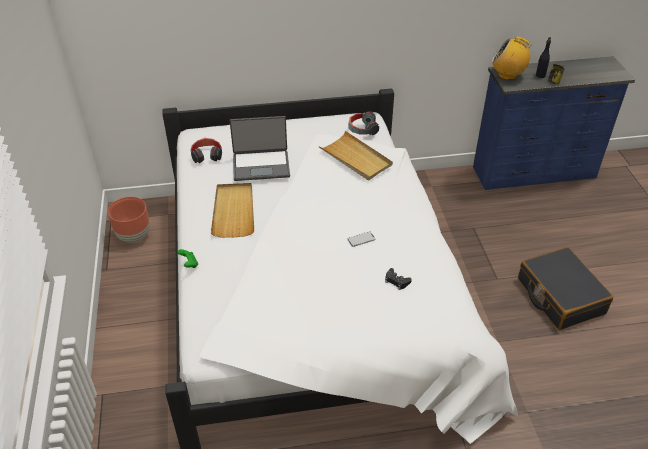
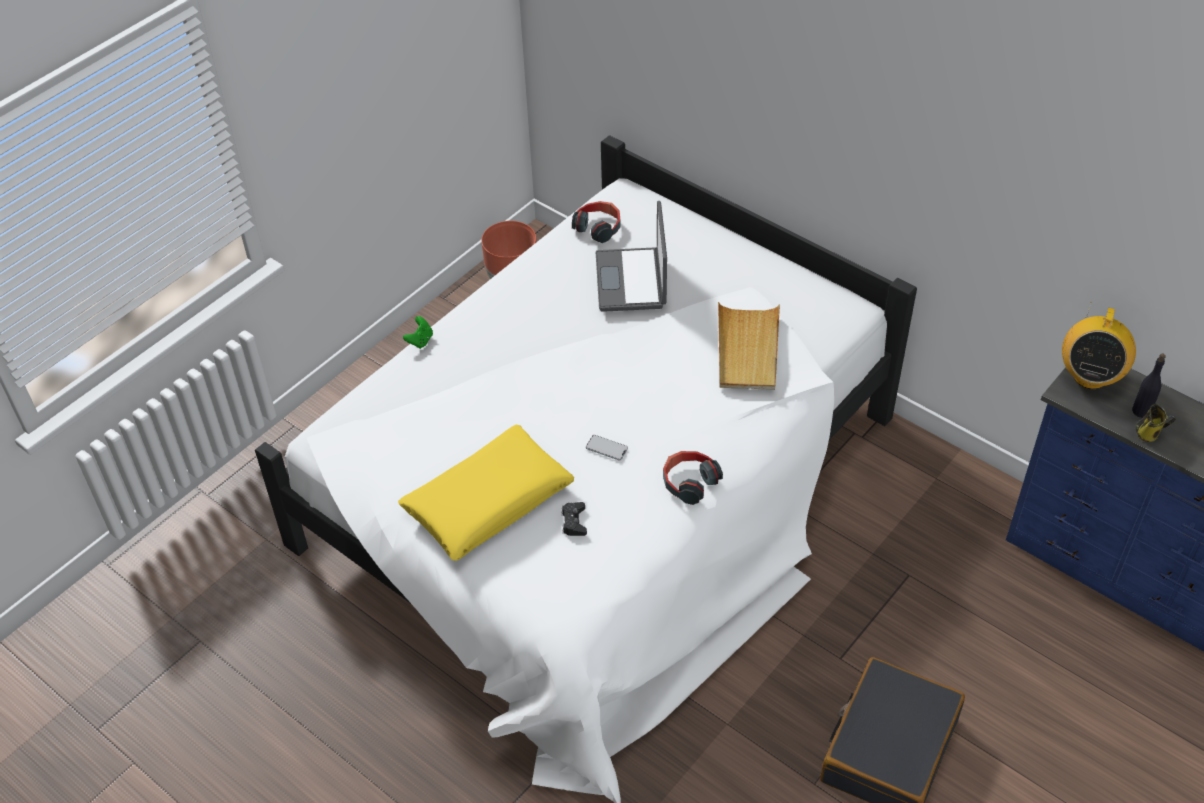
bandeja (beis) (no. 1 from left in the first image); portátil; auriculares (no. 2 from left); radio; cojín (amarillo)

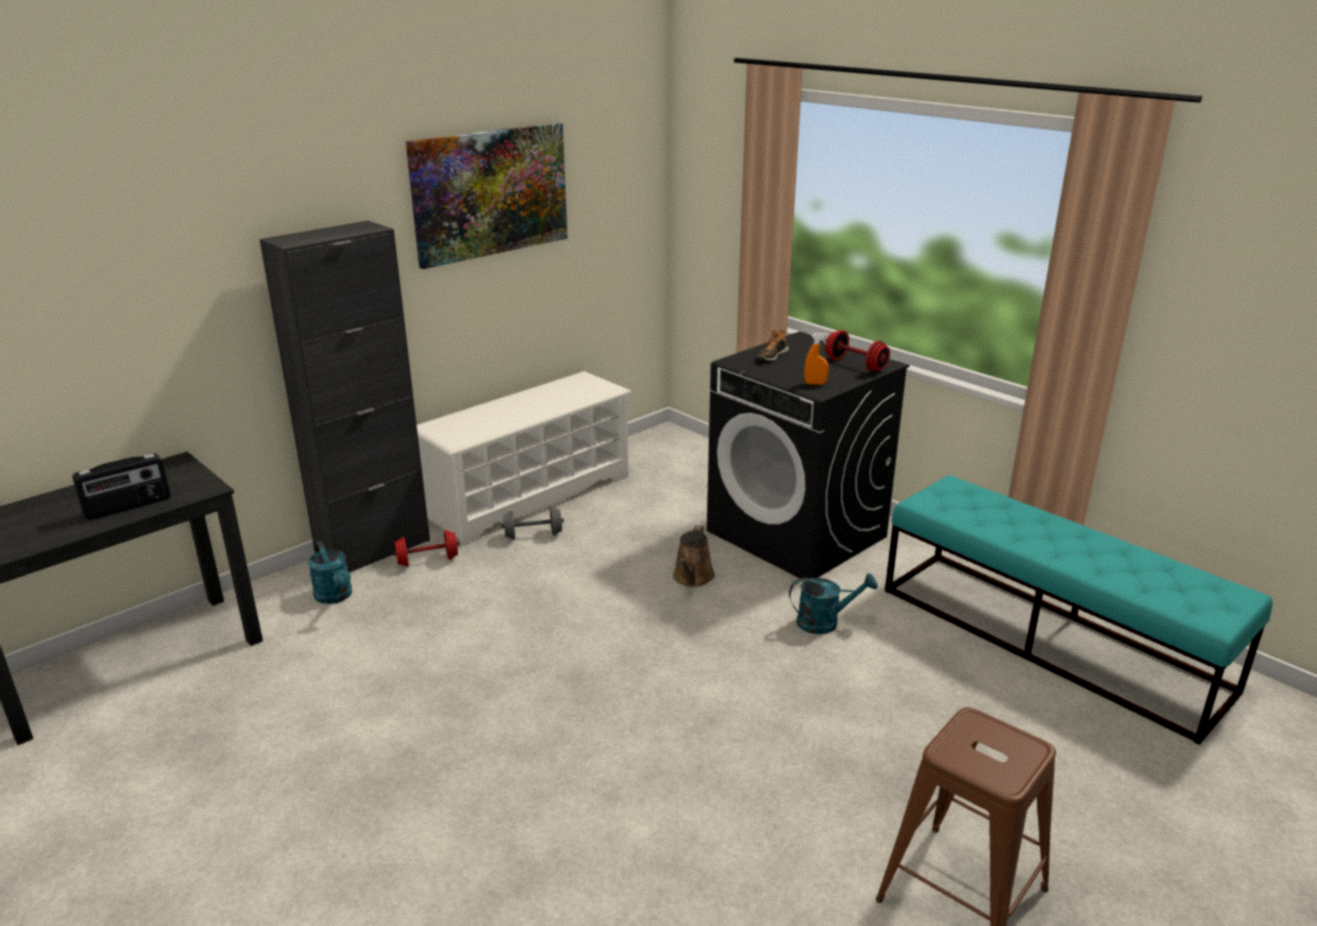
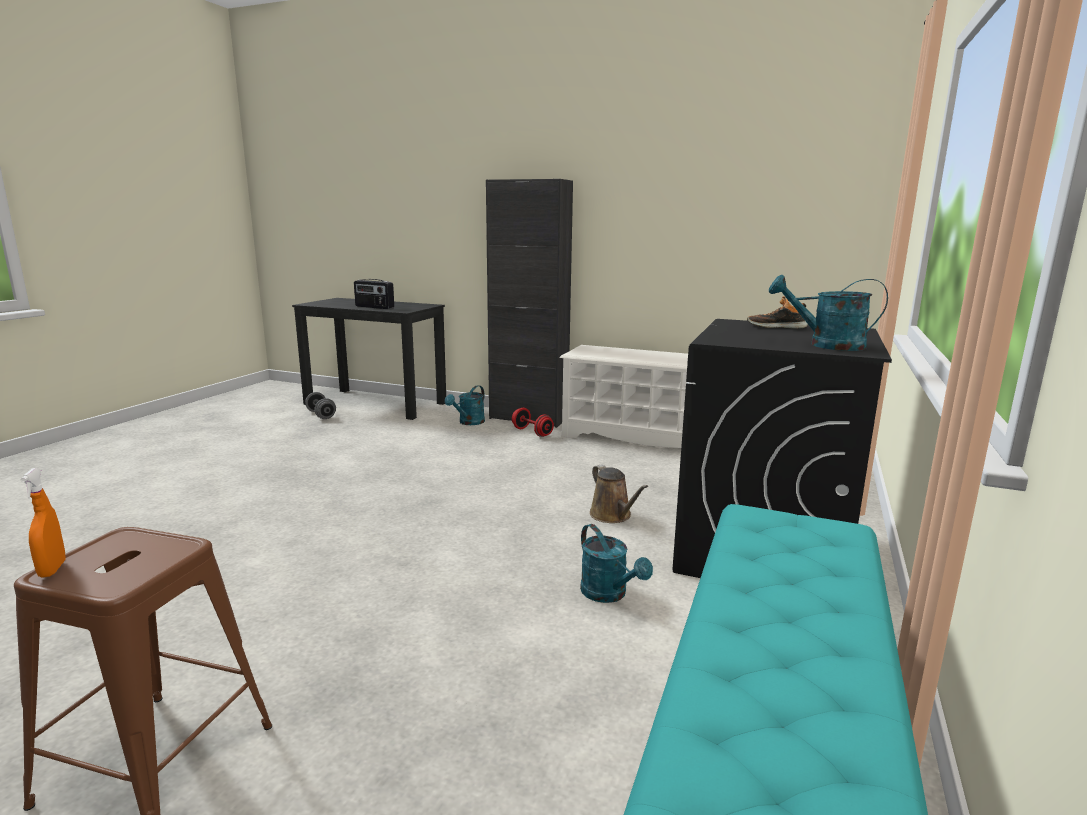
cuadro; mancuerna (gris); regadera (marrón); pulverizador (naranja); regadera (turquesa) (no. 3 from left)

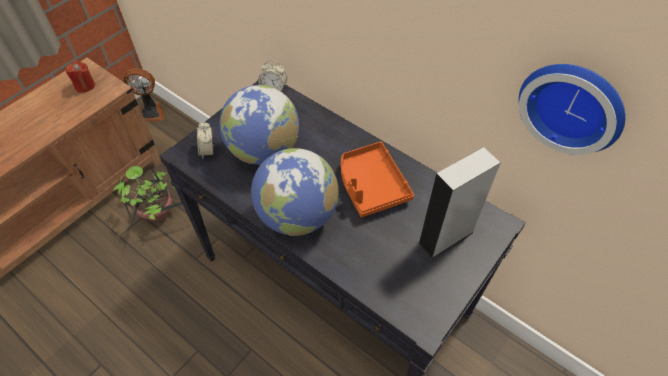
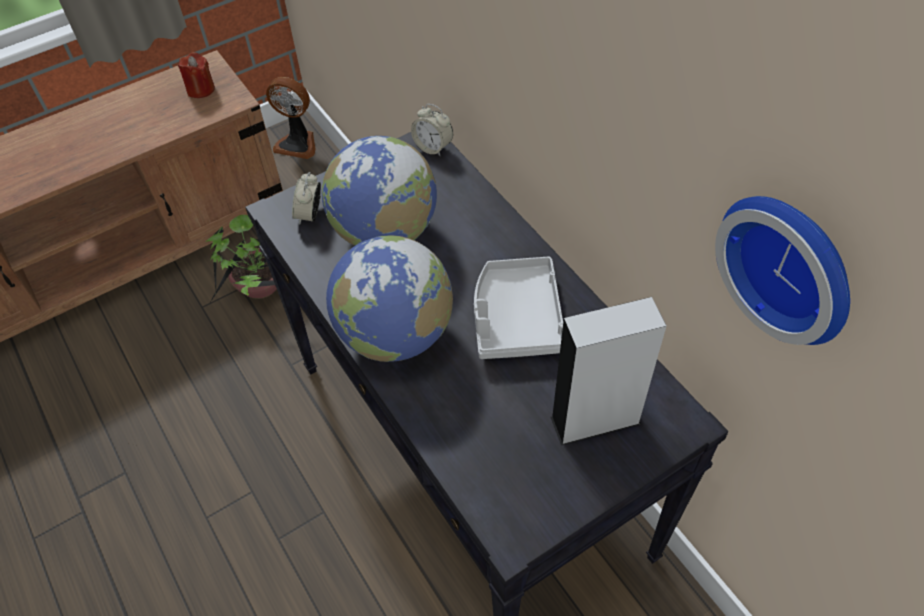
bandeja (gris)

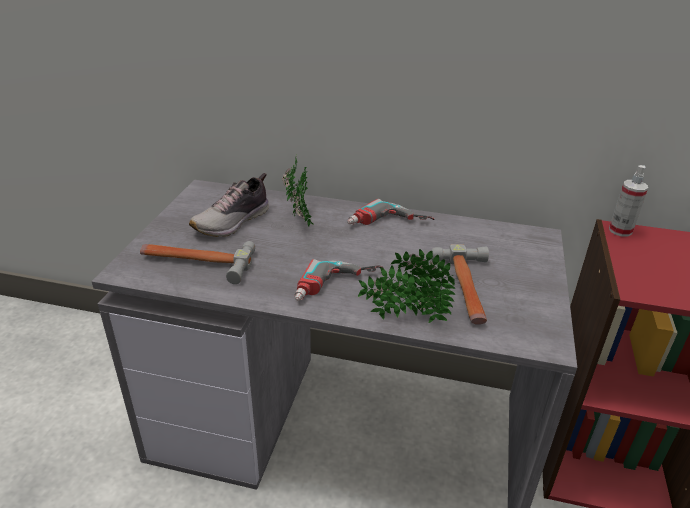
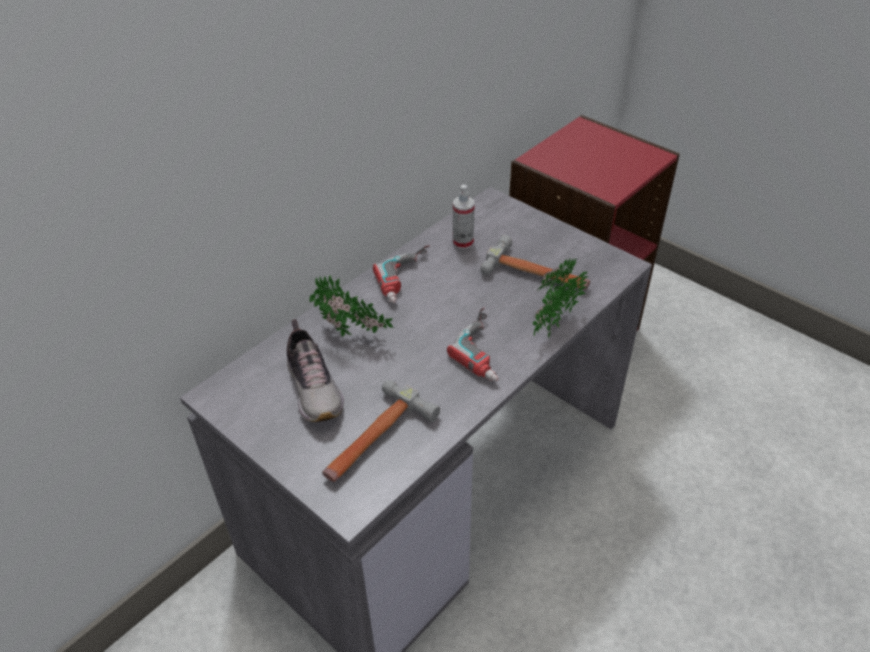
pulverizador

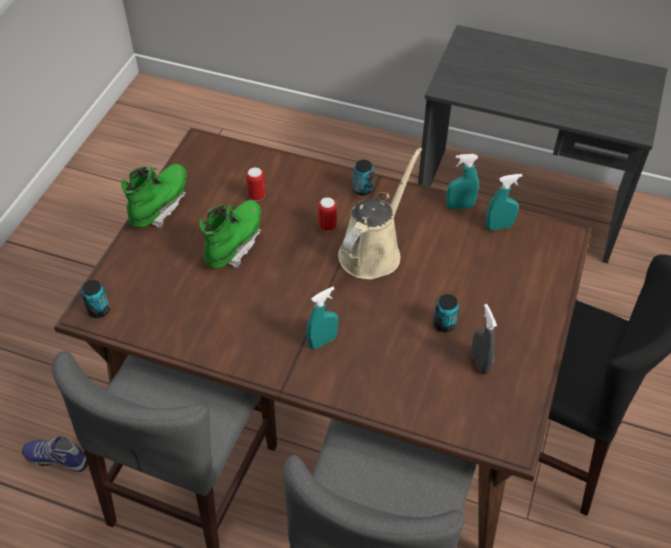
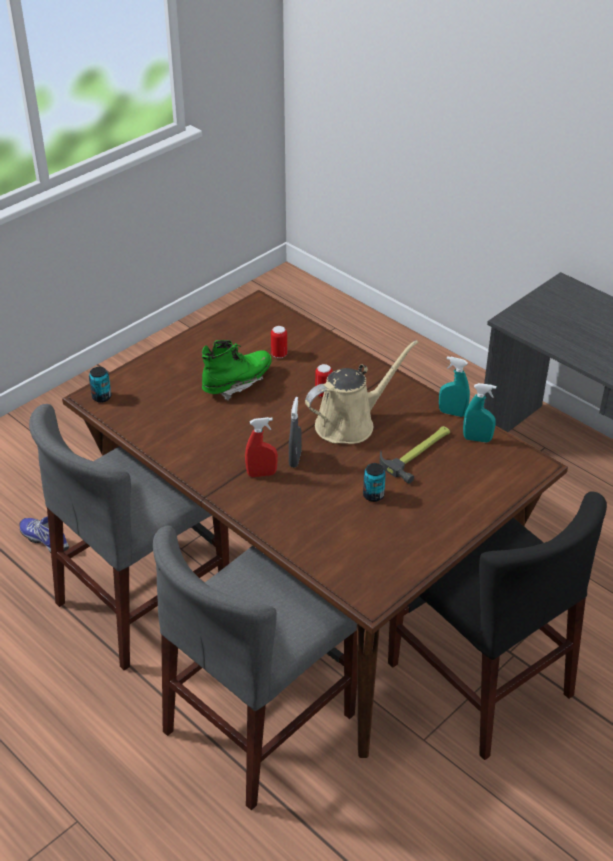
bota (verde) (no. 1 from left in the first image); pulverizador (rojo); lata (no. 4 from left in the first image); pulverizador (gris); martillo

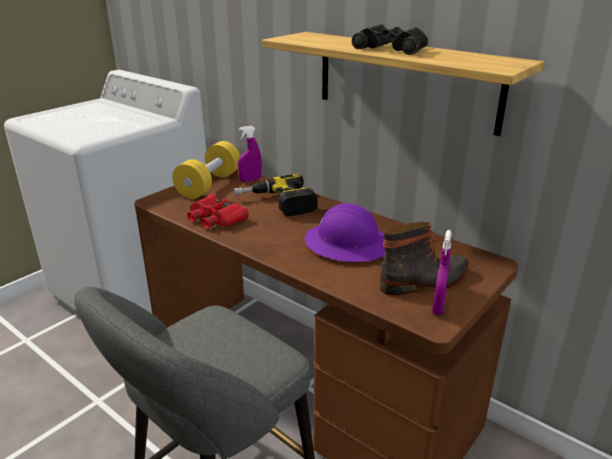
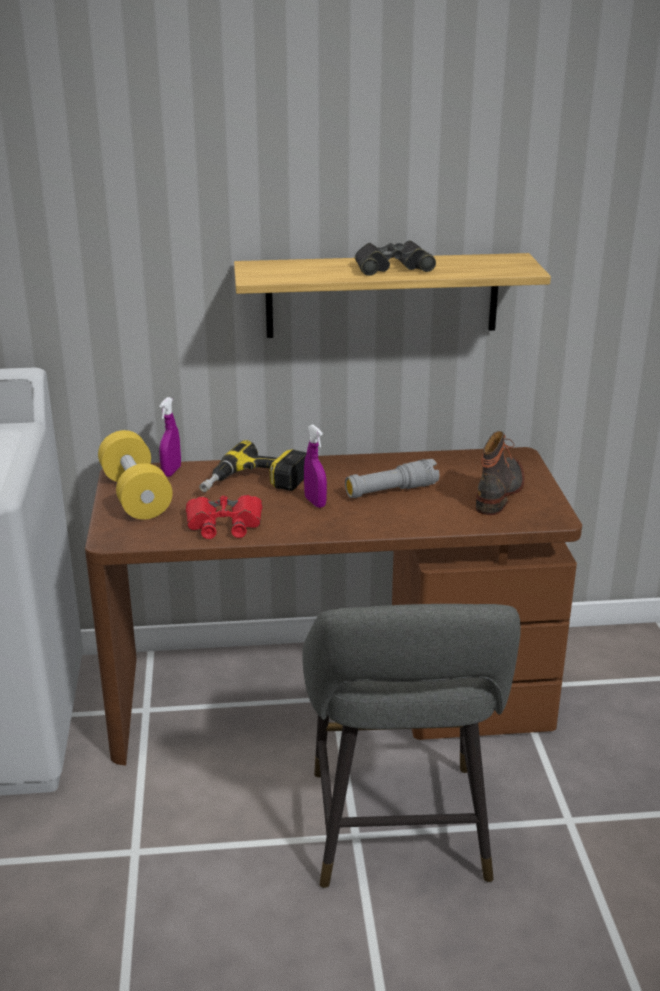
linterna (gris); pulverizador (morado) (no. 2 from left)

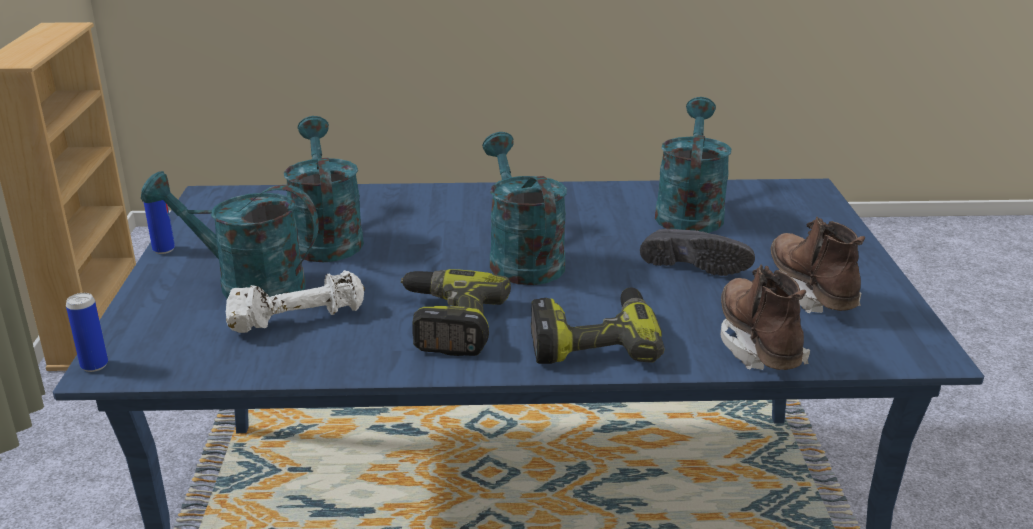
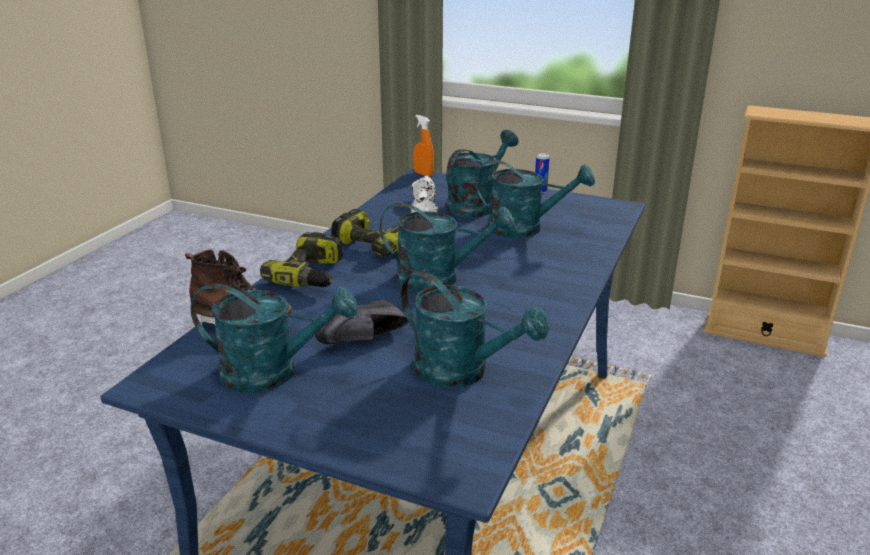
pulverizador (naranja); regadera (turquesa) (no. 1 from left)

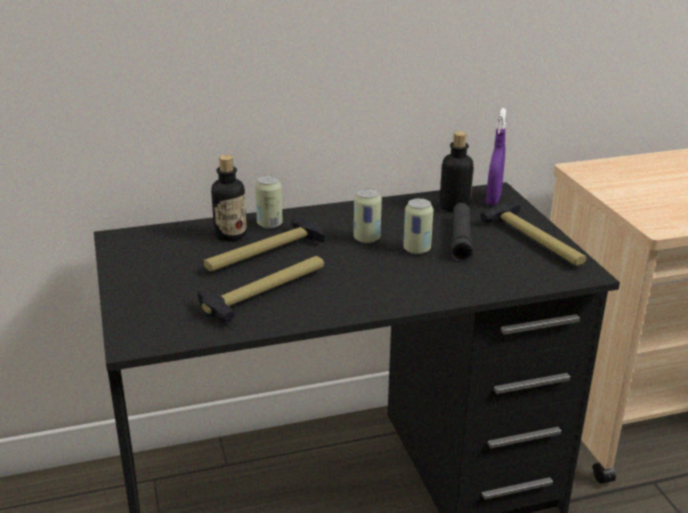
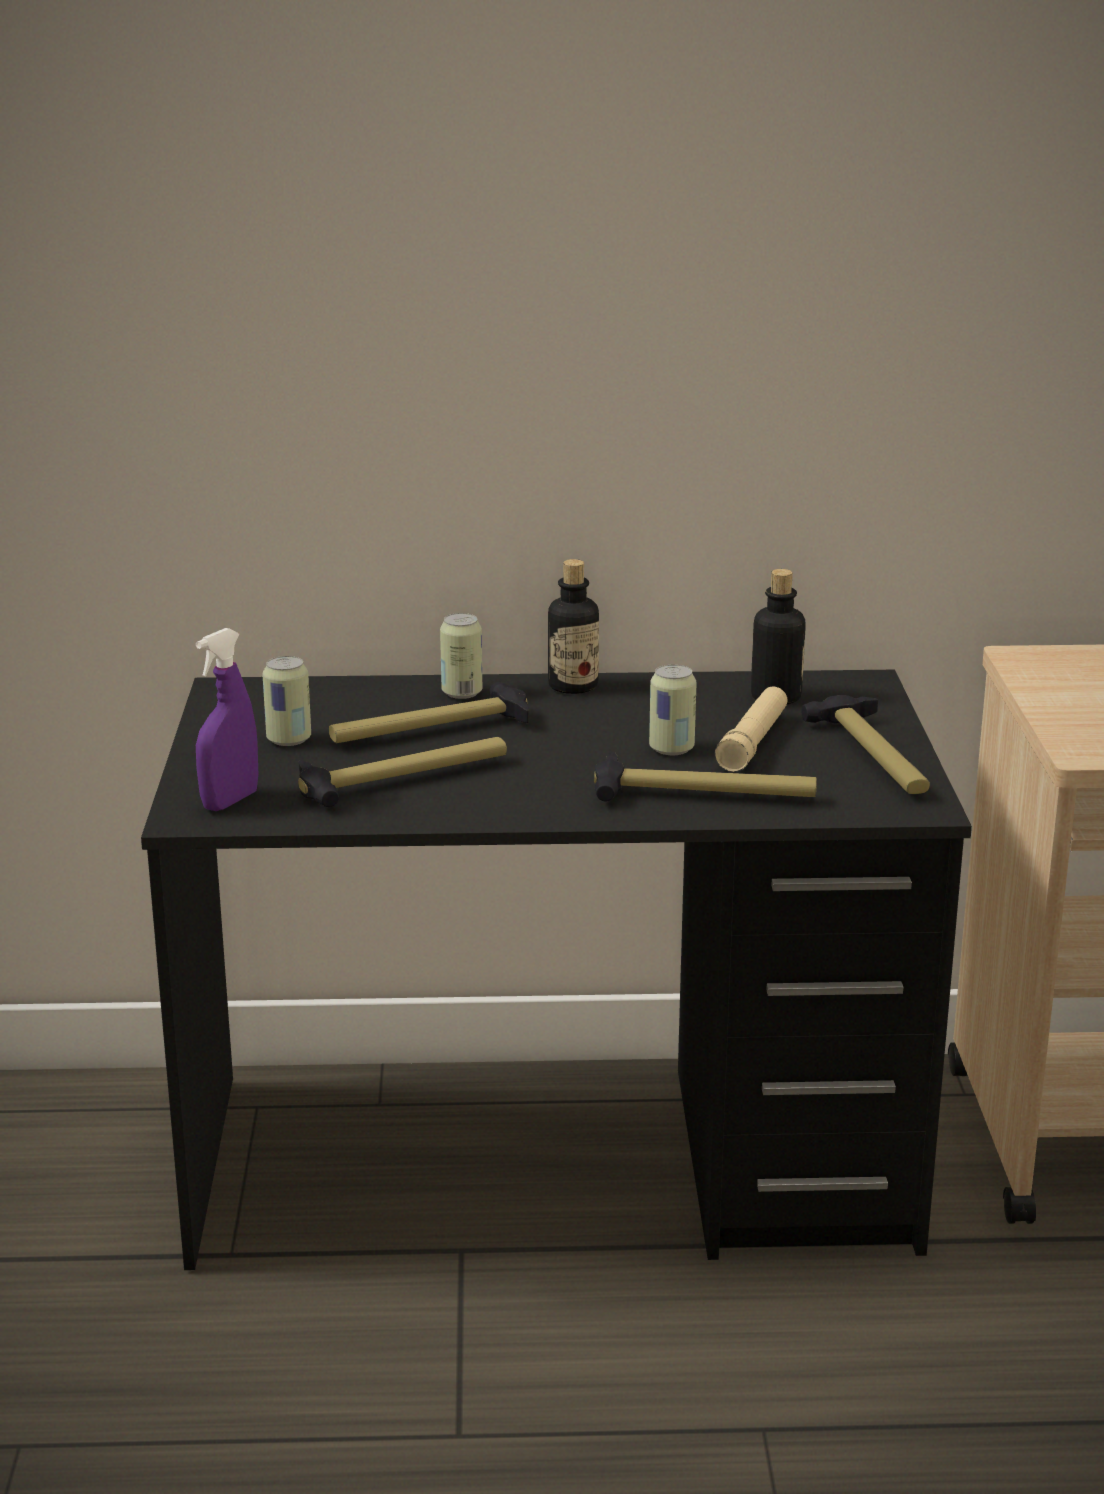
botella (no. 1 from left); lata (no. 1 from left); linterna (beis); pulverizador (morado); martillo (no. 3 from left)

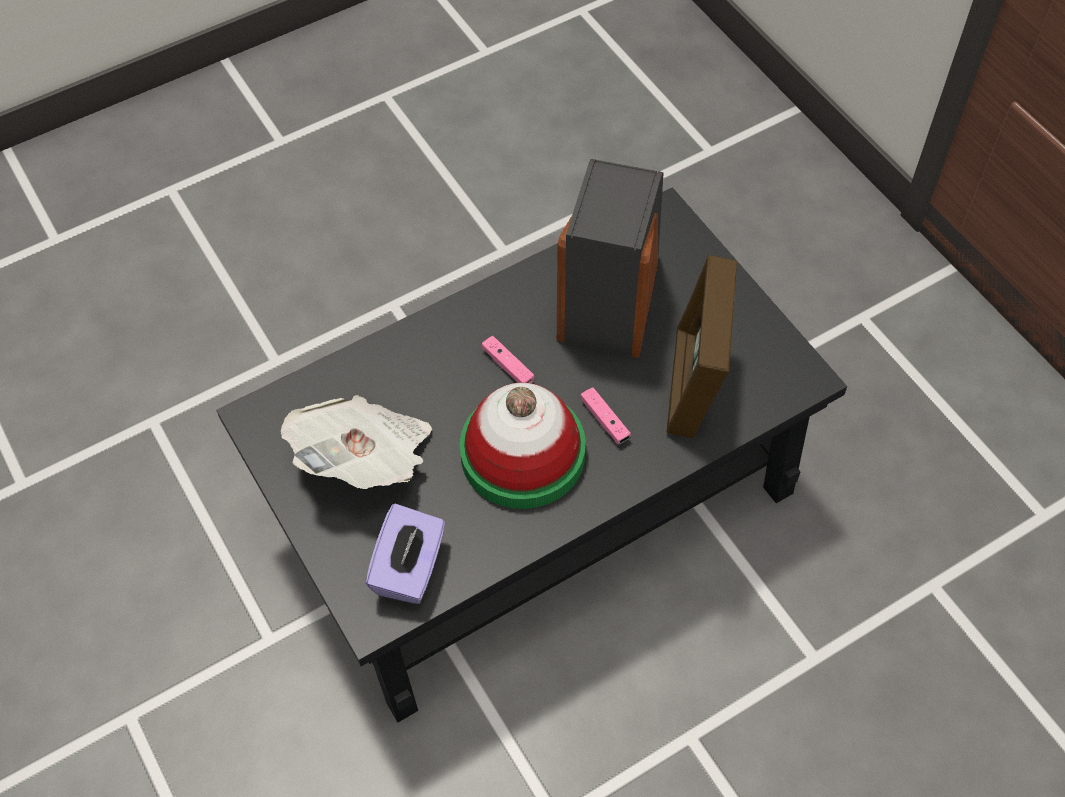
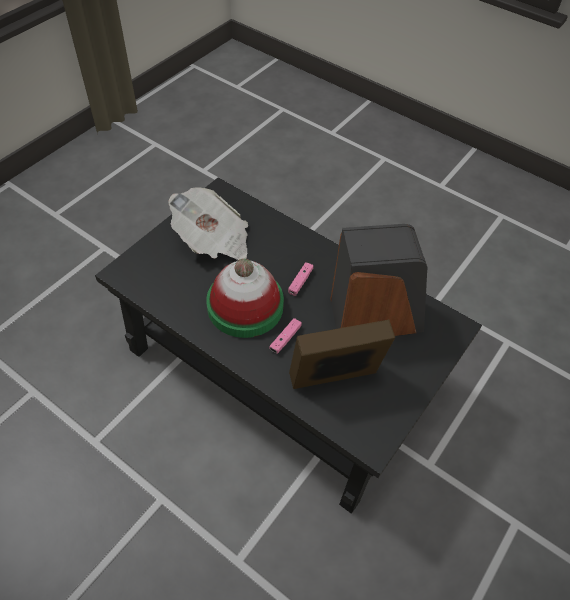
caja de pañuelos (morado)

